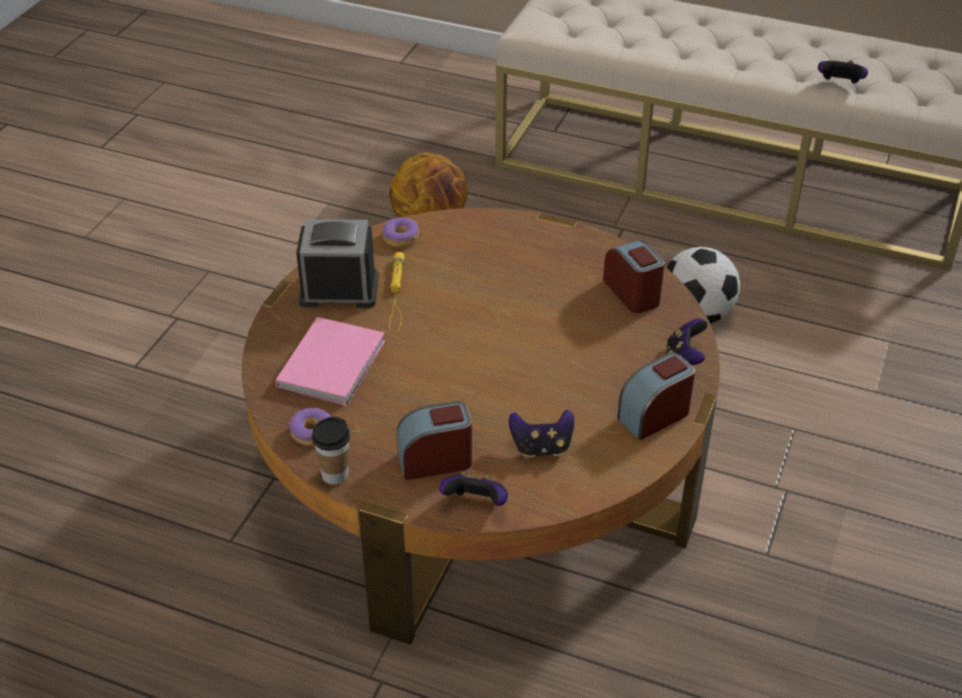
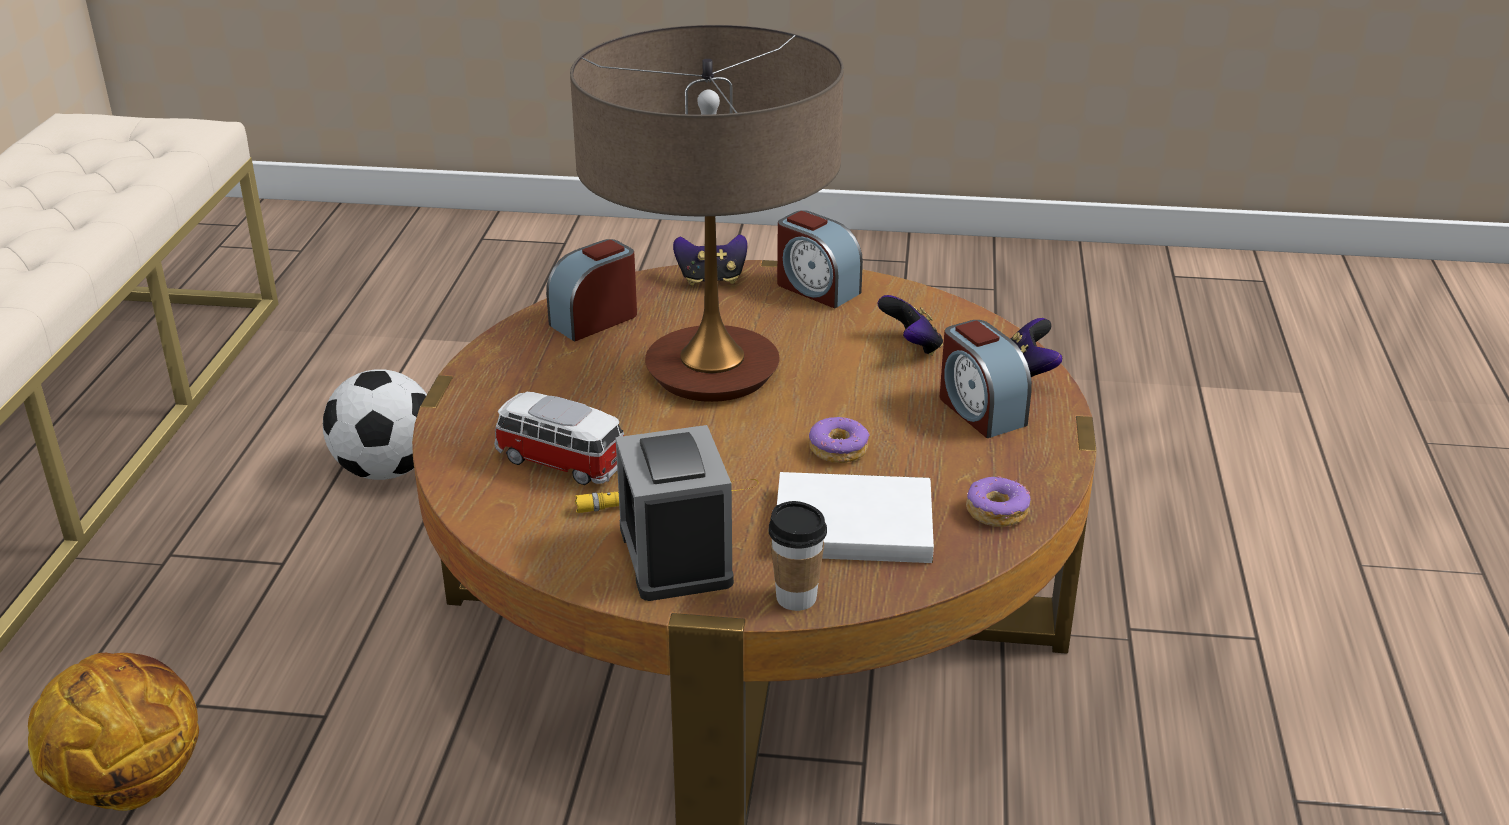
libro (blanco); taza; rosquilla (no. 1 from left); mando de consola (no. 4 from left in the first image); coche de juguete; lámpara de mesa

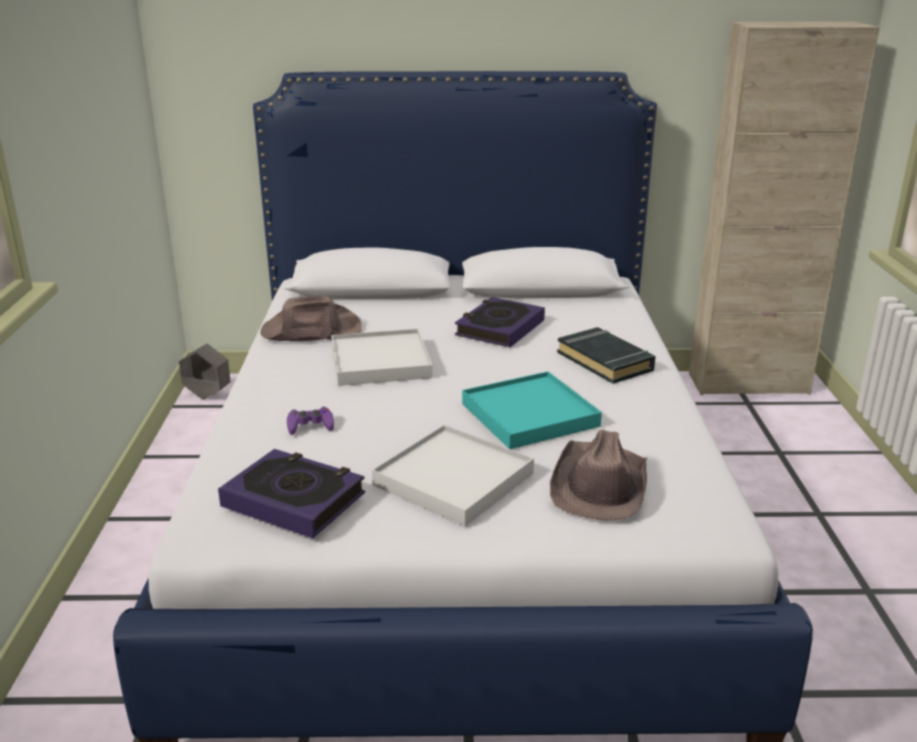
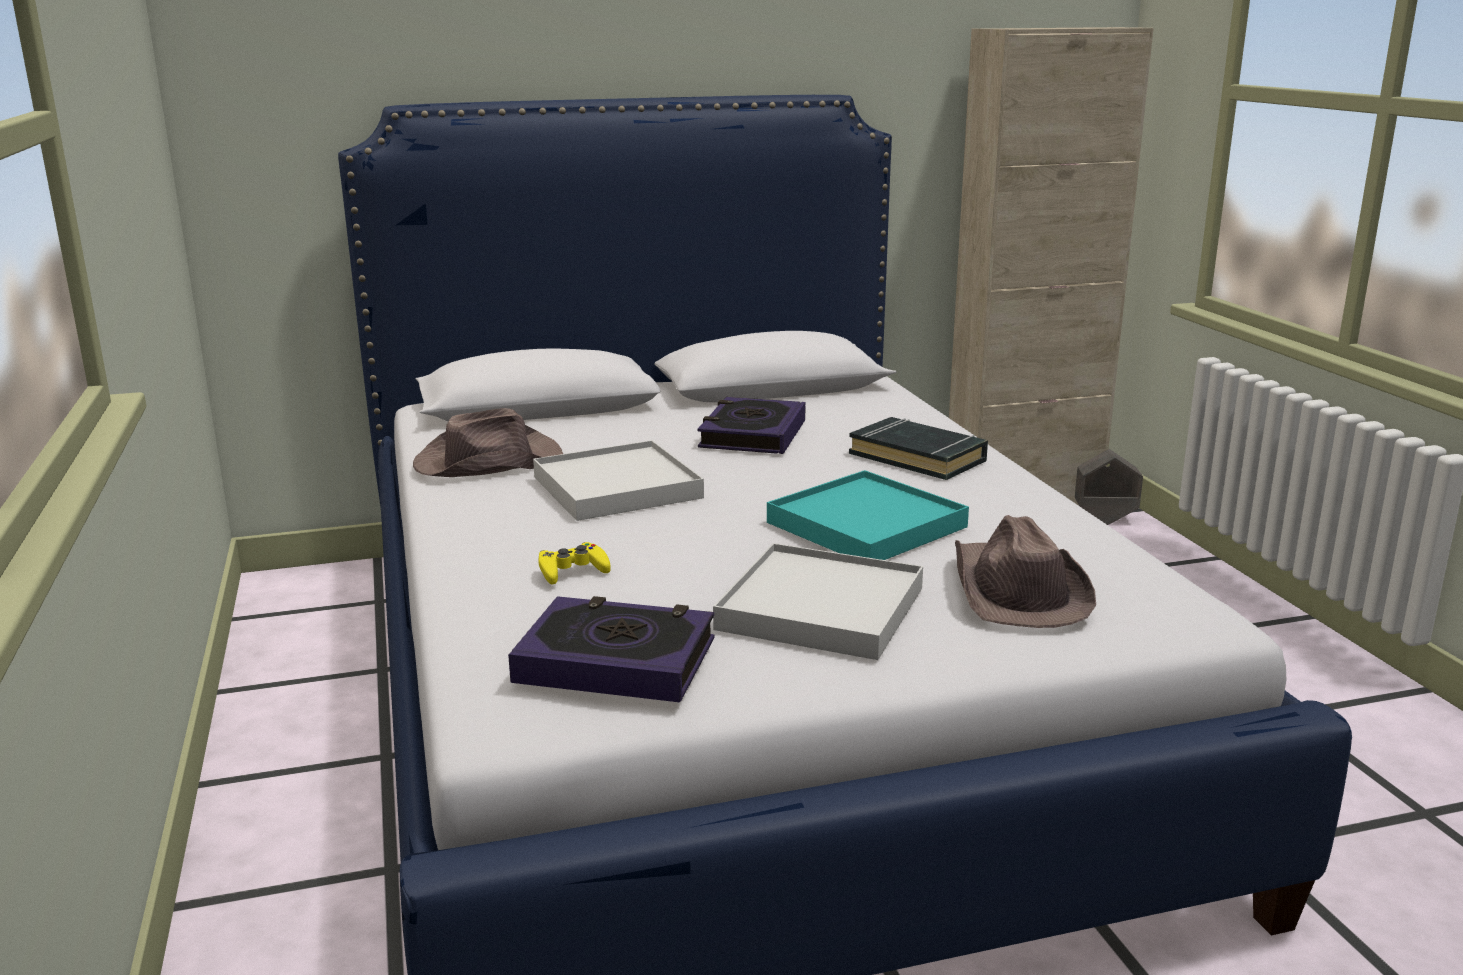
maceta (gris); mando de consola (amarillo)

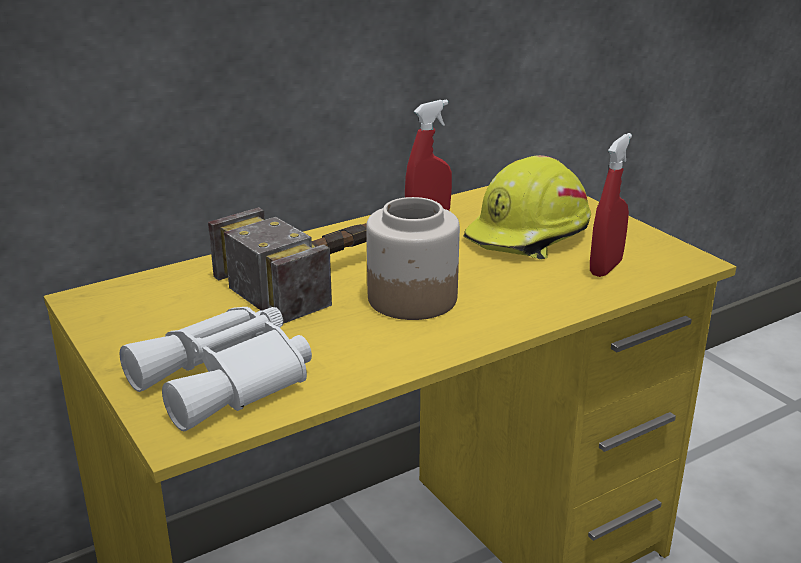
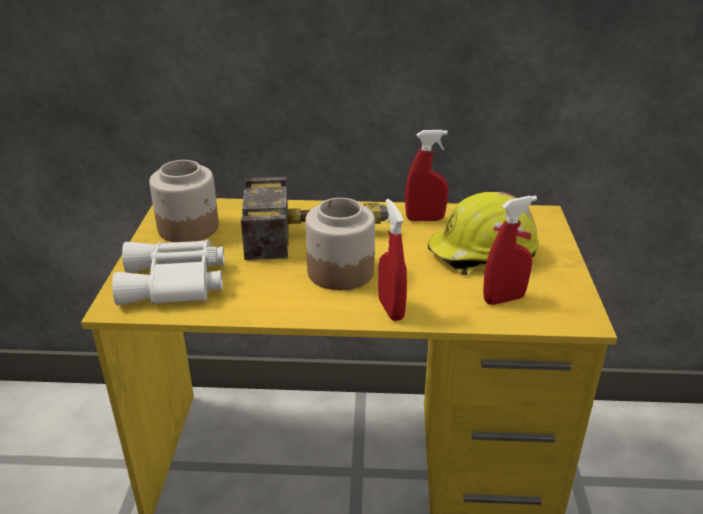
tarro (no. 1 from left); pulverizador (rojo) (no. 1 from left)

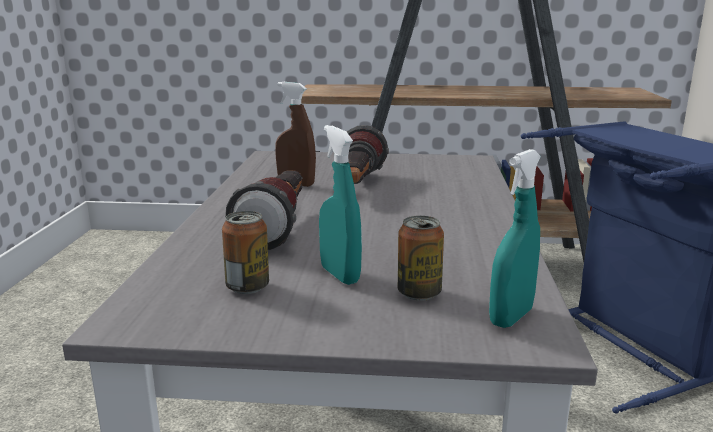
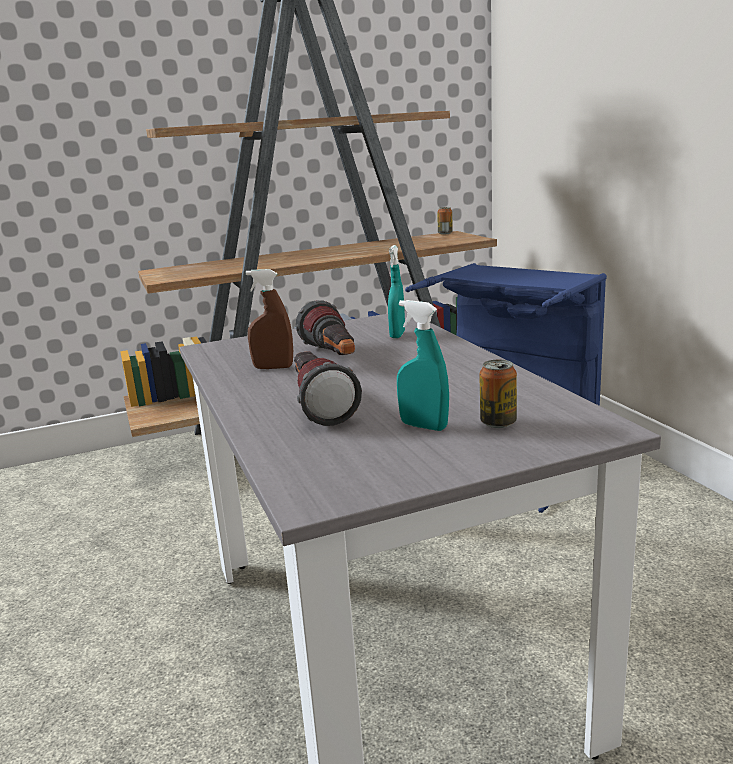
lata (no. 1 from left); pulverizador (turquesa) (no. 1 from left)

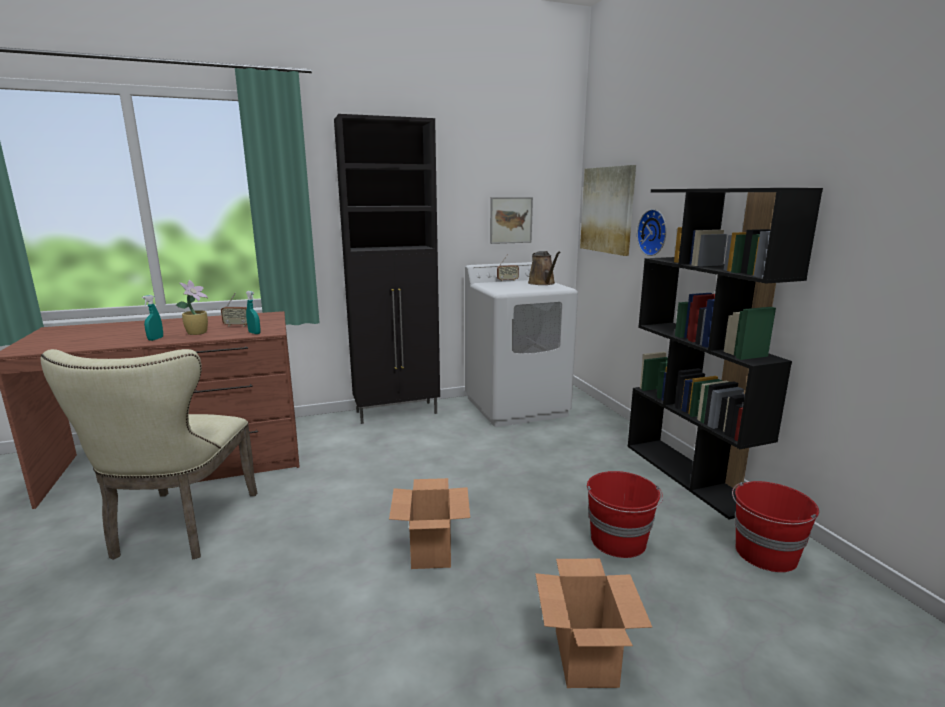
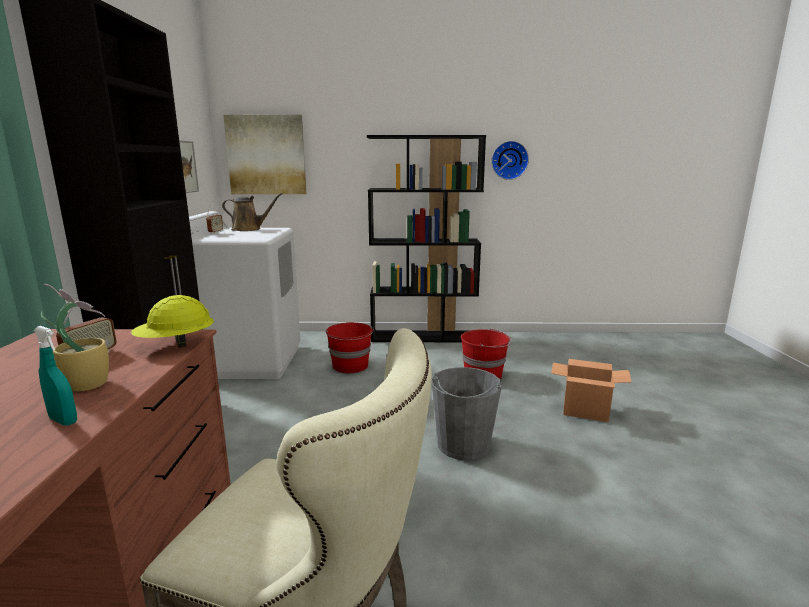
casco (amarillo); cubo (gris); reloj de pared; cubo (rojo) (no. 1 from left)

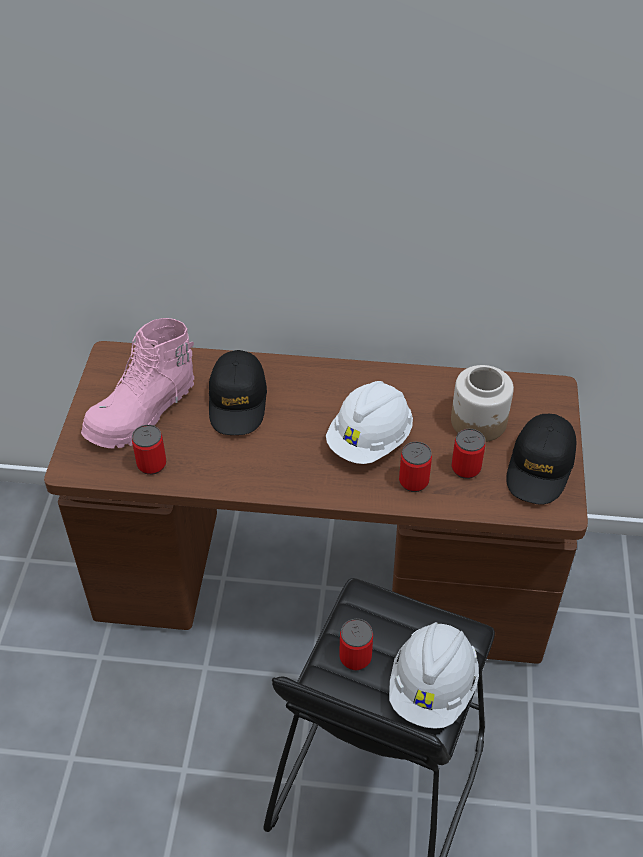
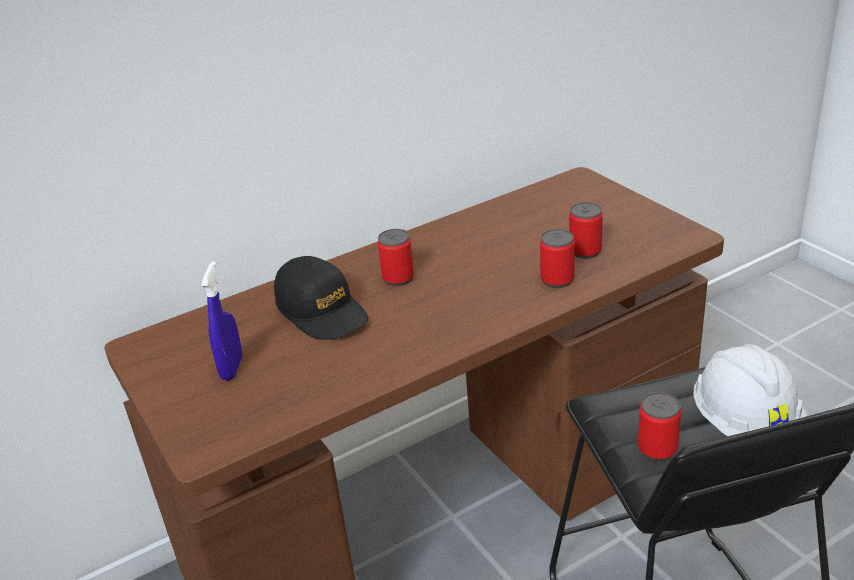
pulverizador (azul); lata (no. 1 from left); casco (blanco) (no. 1 from left in the first image); tarro; gorra (negro) (no. 2 from left in the first image)

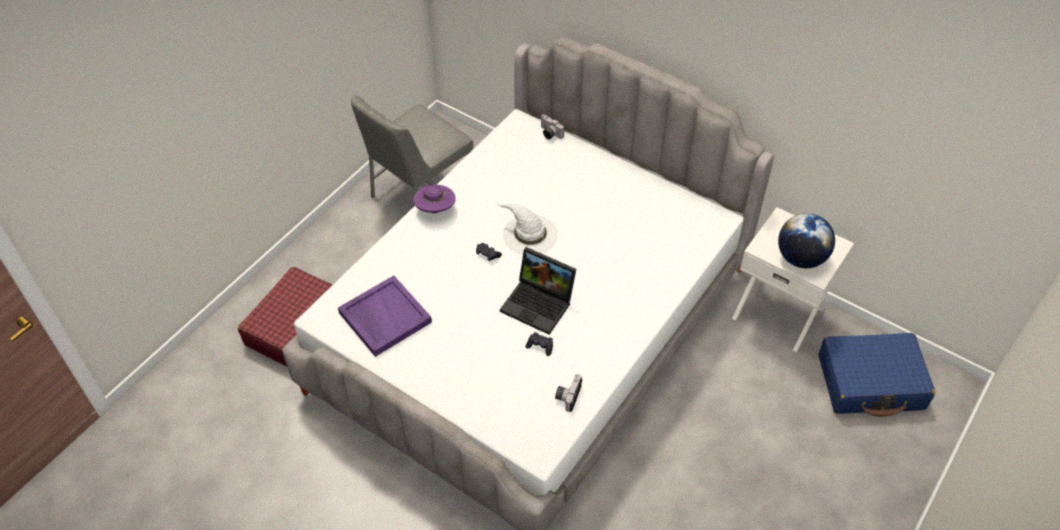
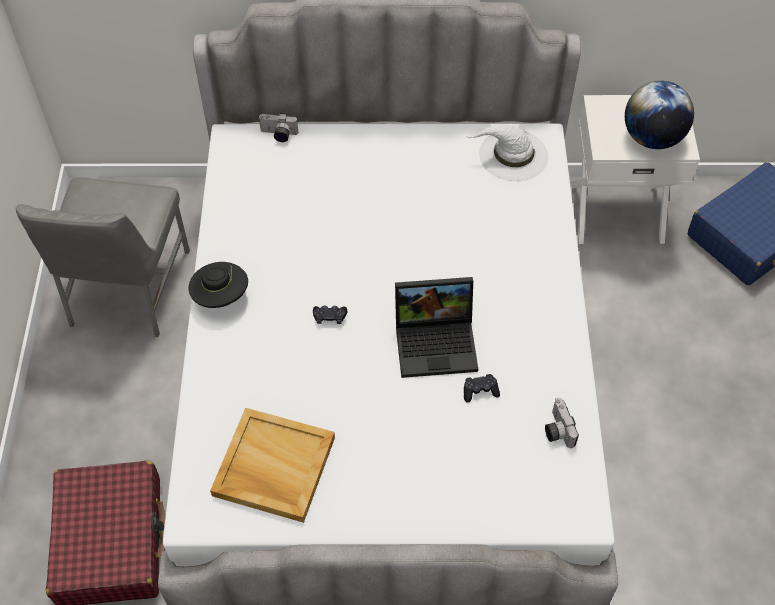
bandeja (beis); sombrero (negro); sombrero (blanco)

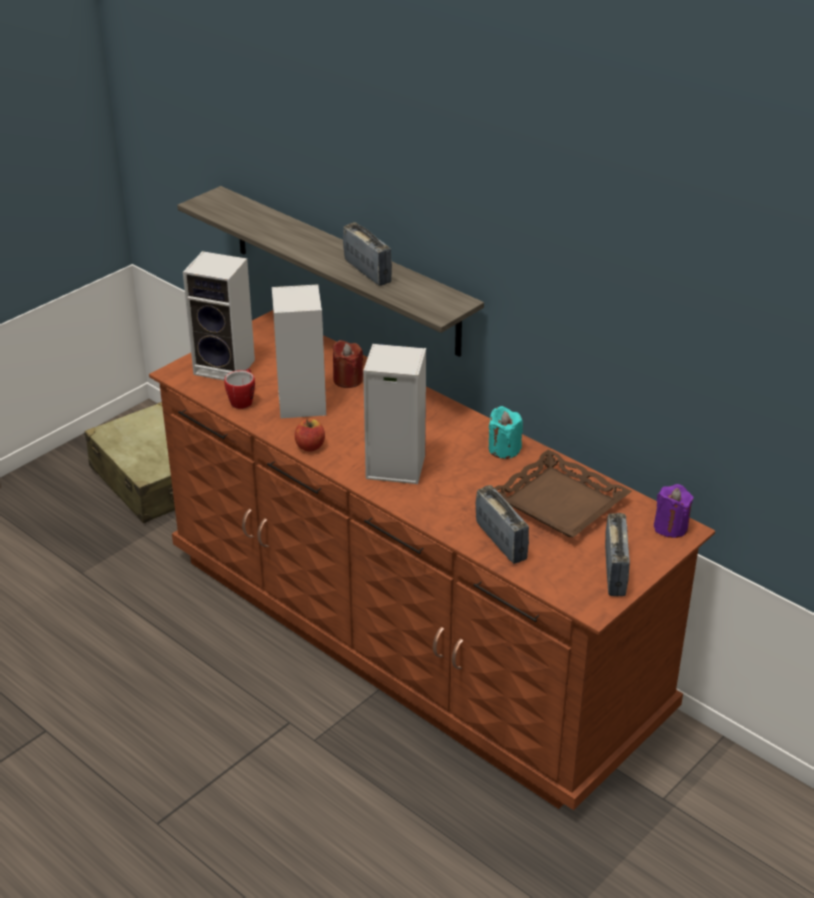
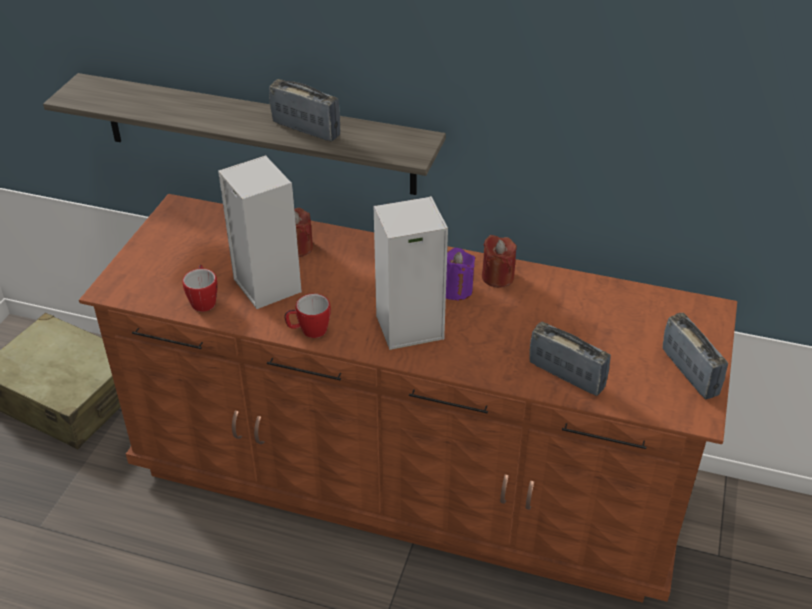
altavoz (no. 1 from left in the first image); taza grande (no. 2 from left); vela (rojo) (no. 2 from left); bandeja (marrón); vela (morado)

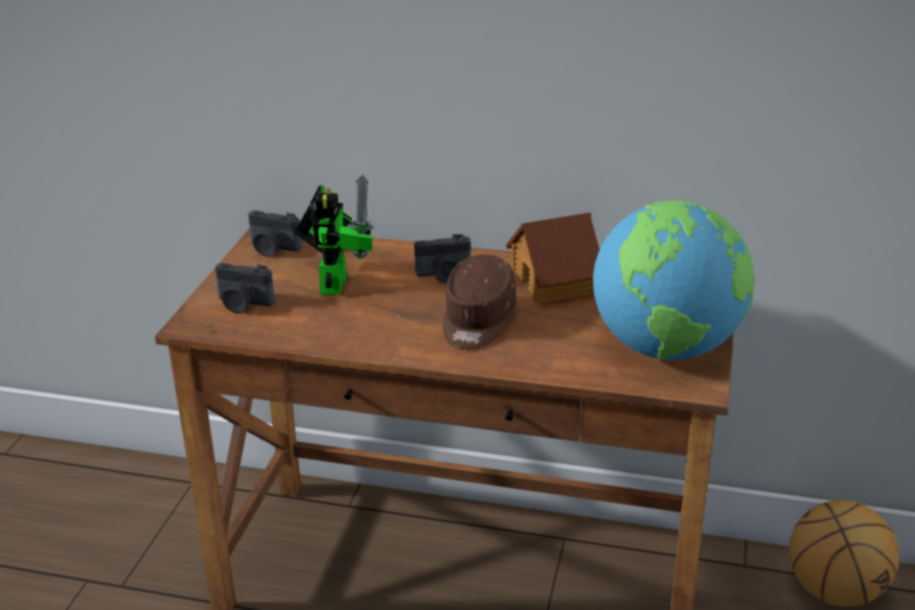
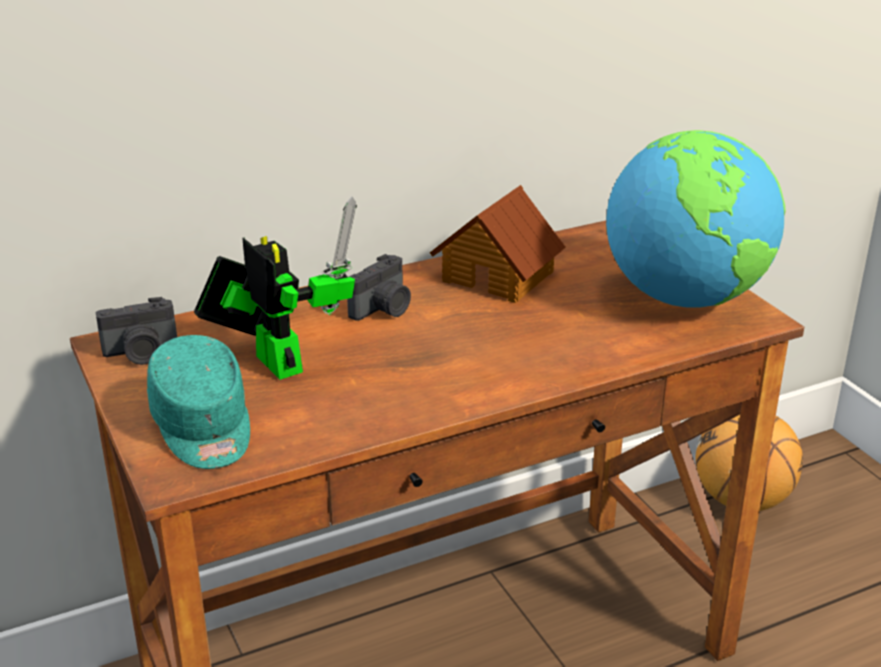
gorra (turquesa); gorra (marrón)

